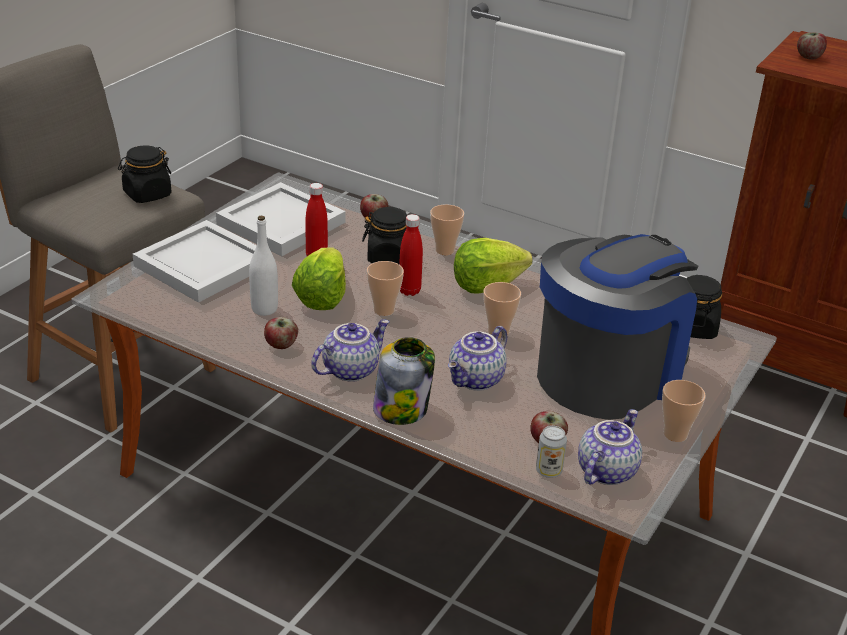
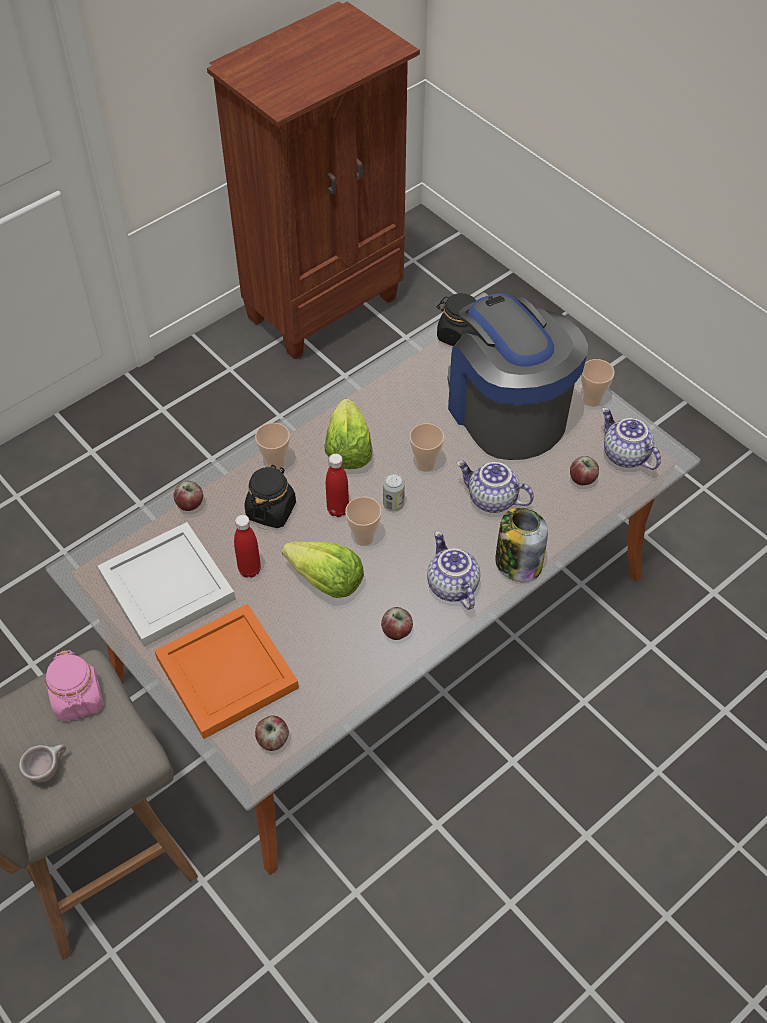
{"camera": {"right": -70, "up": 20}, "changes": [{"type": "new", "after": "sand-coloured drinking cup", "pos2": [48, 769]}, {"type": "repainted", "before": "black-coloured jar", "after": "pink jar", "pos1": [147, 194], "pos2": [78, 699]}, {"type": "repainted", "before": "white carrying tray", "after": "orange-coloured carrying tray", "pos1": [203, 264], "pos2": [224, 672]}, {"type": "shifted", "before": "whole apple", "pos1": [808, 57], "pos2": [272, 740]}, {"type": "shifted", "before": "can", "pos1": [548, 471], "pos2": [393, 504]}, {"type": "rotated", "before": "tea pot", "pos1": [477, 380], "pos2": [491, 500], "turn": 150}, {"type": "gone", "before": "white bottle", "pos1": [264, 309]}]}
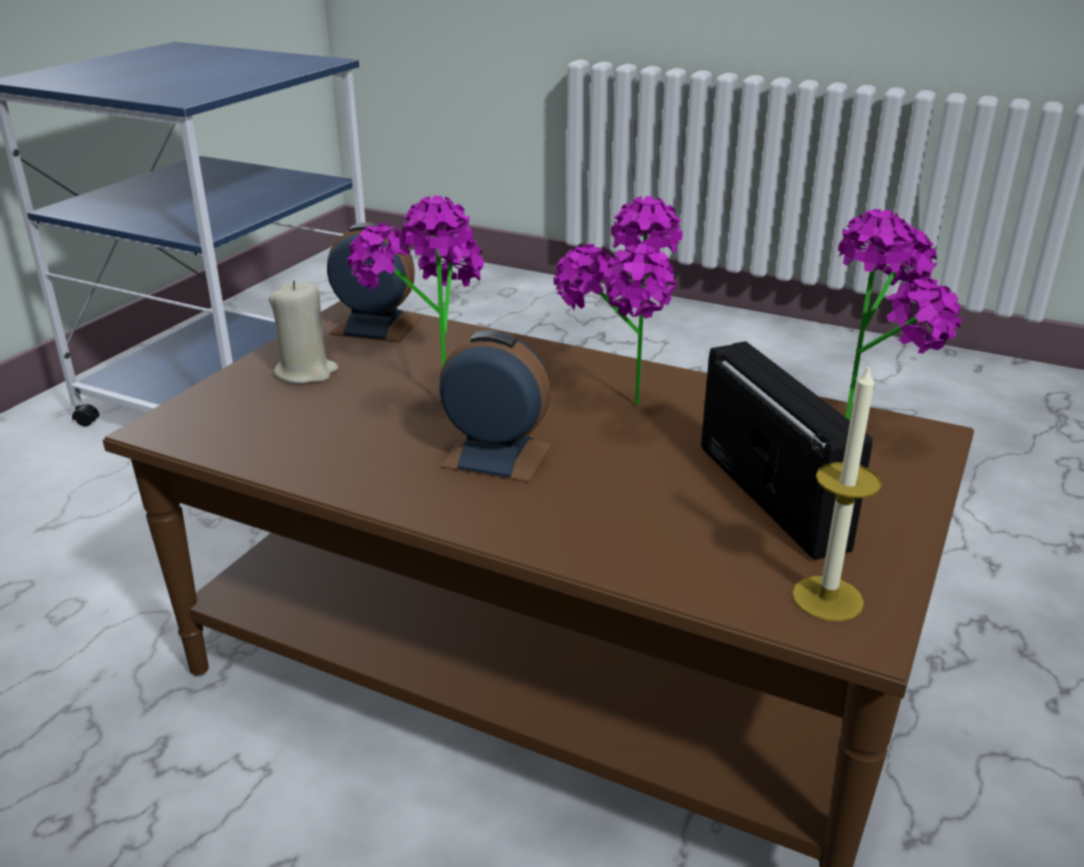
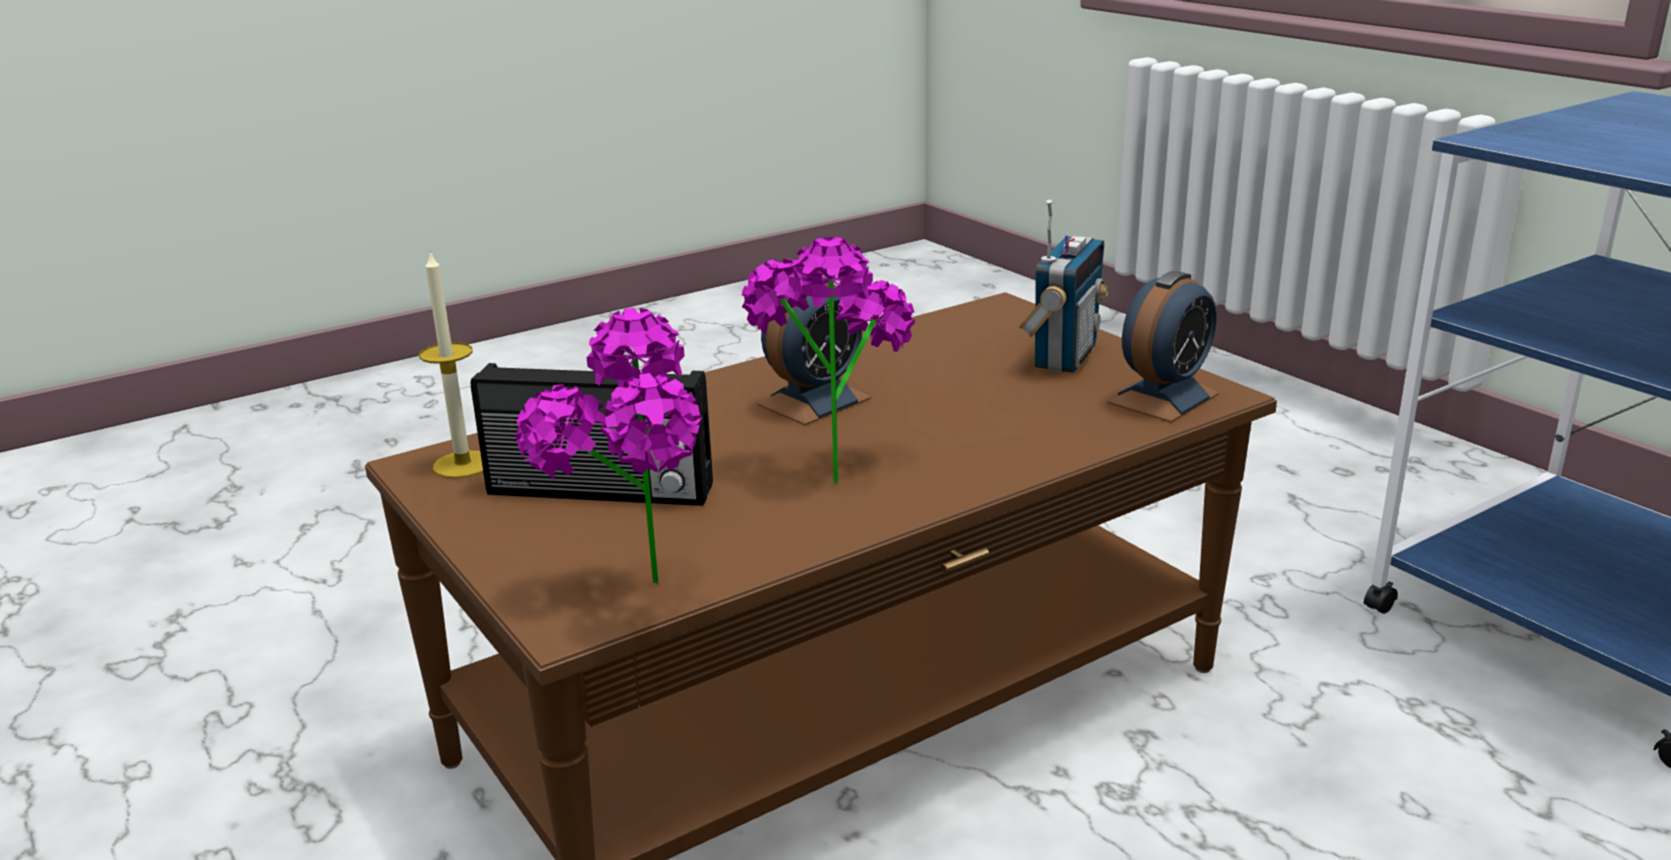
{"camera": {"right": 120, "up": -5}, "changes": [{"type": "swapped", "before": "sand-coloured wax light", "after": "radio set", "pos1": [306, 372], "pos2": [1063, 357]}, {"type": "gone", "before": "potted plant", "pos1": [428, 394]}]}
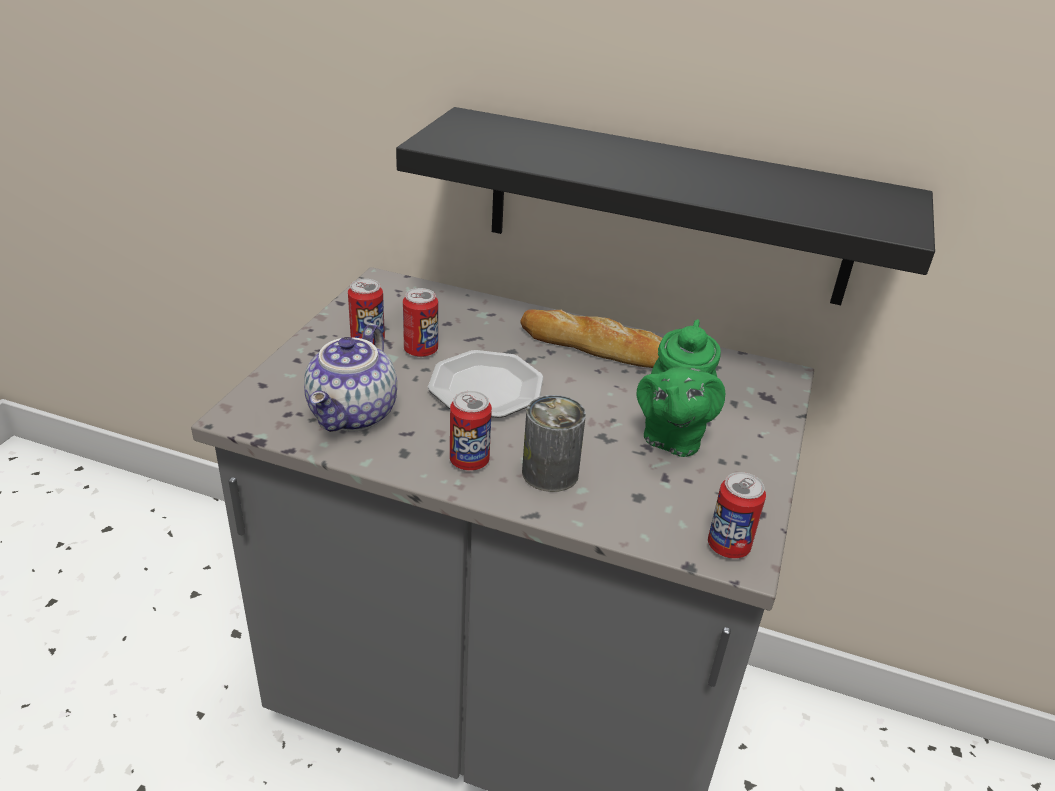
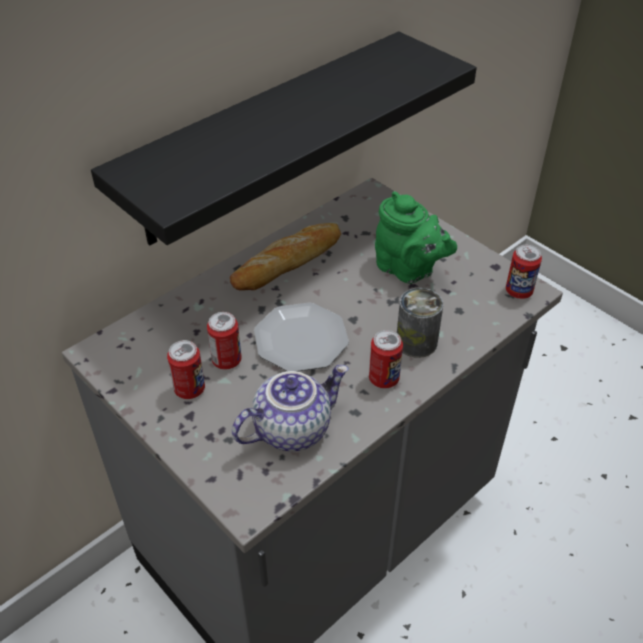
{"camera": {"right": -60, "up": 10}, "changes": [{"type": "rotated", "before": "tea pot", "pos1": [354, 415], "pos2": [292, 428], "turn": -75}]}
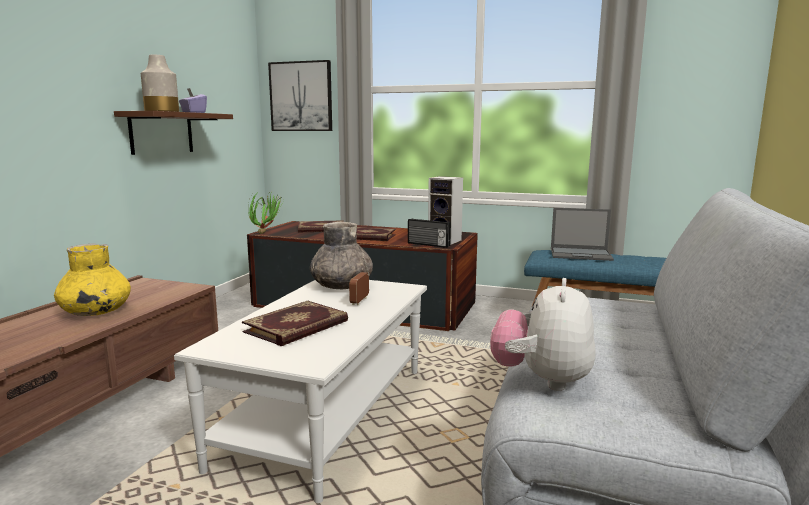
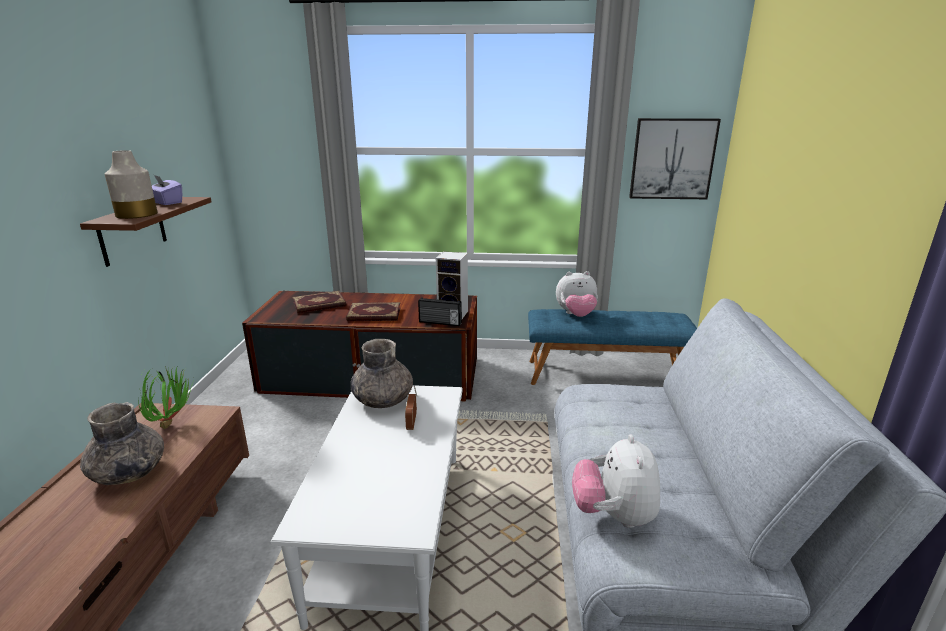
{"camera": {"right": -15, "up": 10}, "changes": [{"type": "repainted", "before": "yellow-coloured flower vase", "after": "greyish flower vase", "pos1": [95, 312], "pos2": [128, 472]}, {"type": "shifted", "before": "potted plant", "pos1": [266, 233], "pos2": [173, 423]}, {"type": "swapped", "before": "portable computer", "after": "plush toy", "pos1": [581, 254], "pos2": [576, 315]}, {"type": "shifted", "before": "wall art", "pos1": [301, 96], "pos2": [672, 159]}, {"type": "gone", "before": "volume", "pos1": [297, 327]}]}
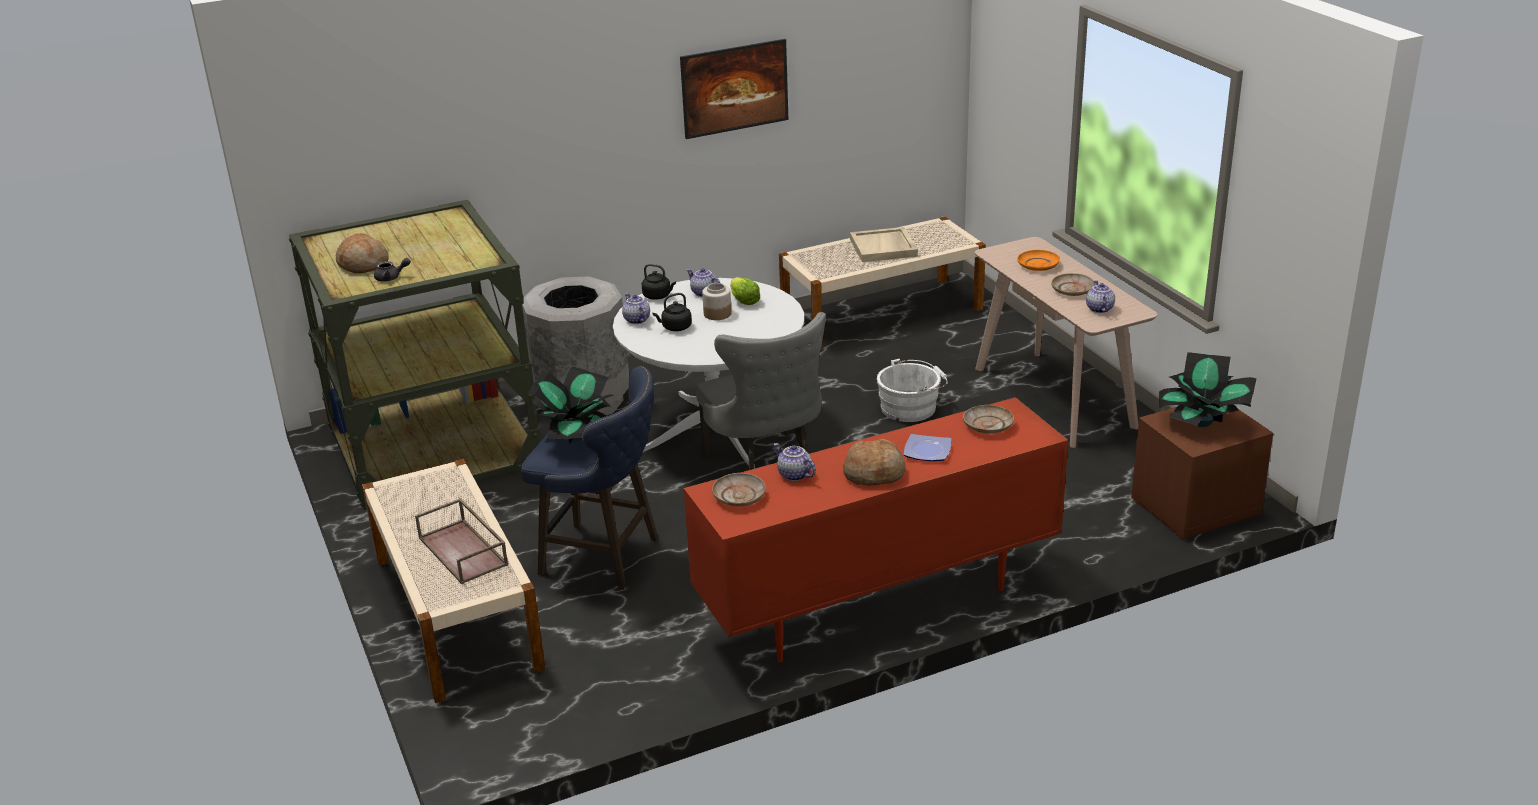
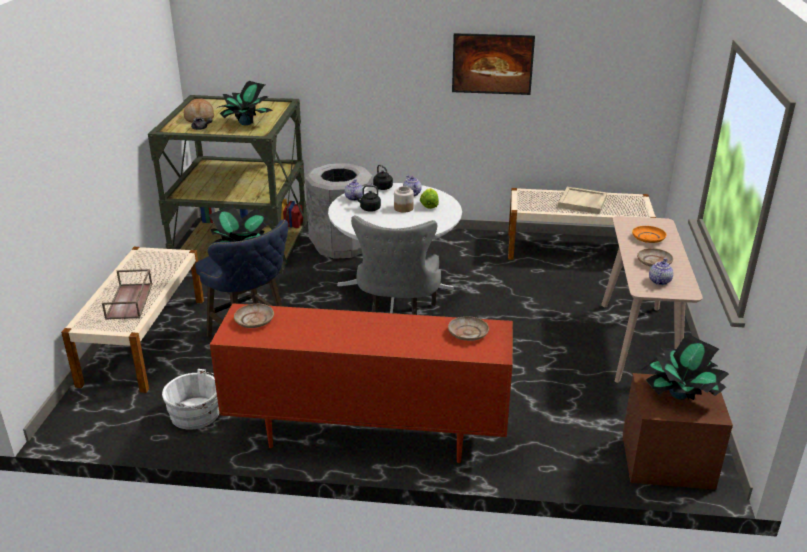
{"camera": {"right": 30, "up": 0}, "changes": [{"type": "shifted", "before": "white bucket", "pos1": [911, 407], "pos2": [198, 414]}, {"type": "new", "after": "potted plant", "pos2": [246, 123]}, {"type": "gone", "before": "tea pot", "pos1": [793, 475]}, {"type": "gone", "before": "baked bread", "pos1": [874, 473]}, {"type": "gone", "before": "dinner plate", "pos1": [928, 451]}]}
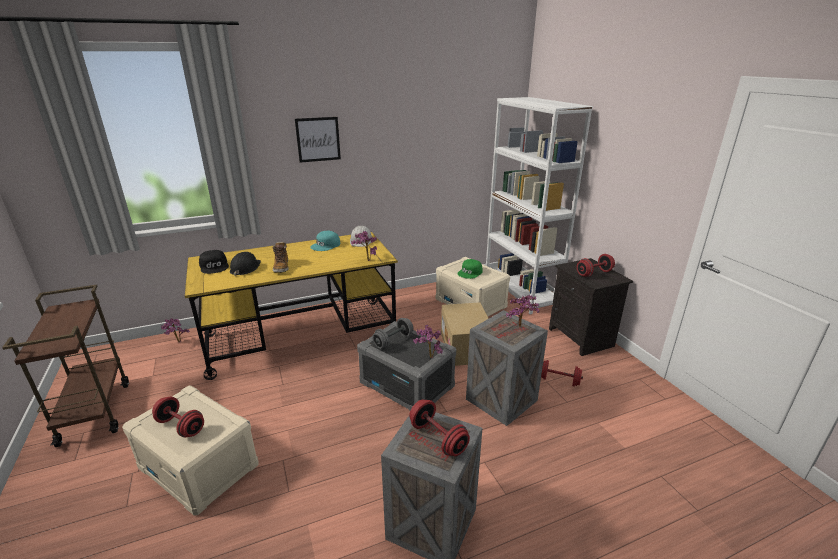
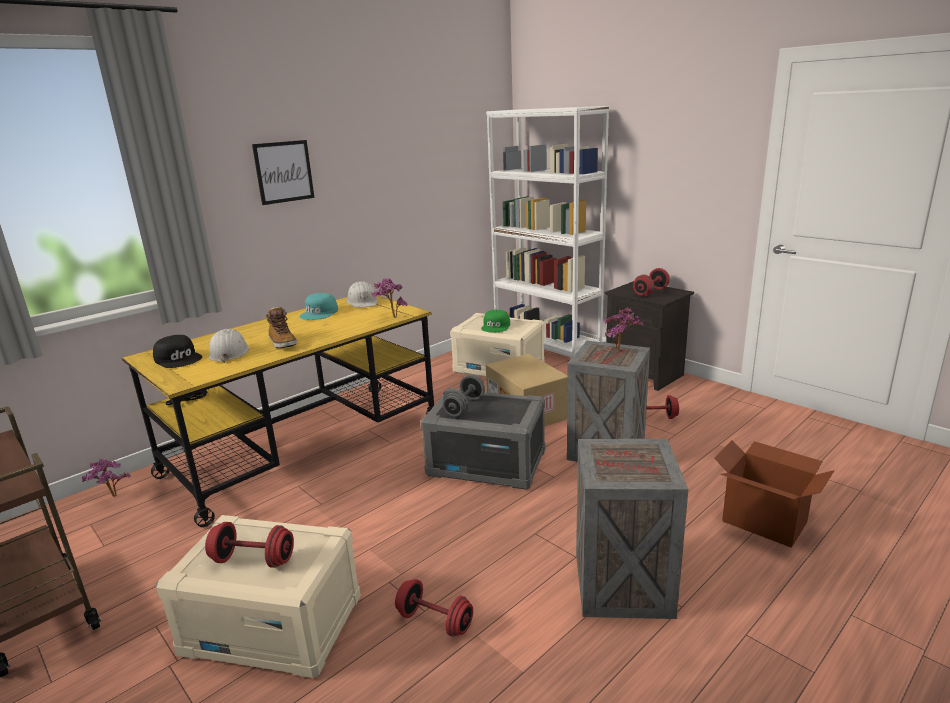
{"camera": {"right": -20, "up": -5}, "changes": [{"type": "repainted", "before": "black-coloured hard hat", "after": "white hard hat", "pos1": [245, 268], "pos2": [229, 352]}, {"type": "shifted", "before": "red dumbbell", "pos1": [438, 438], "pos2": [435, 621]}, {"type": "new", "after": "packing box", "pos2": [764, 521]}, {"type": "gone", "before": "potted plant", "pos1": [428, 357]}]}
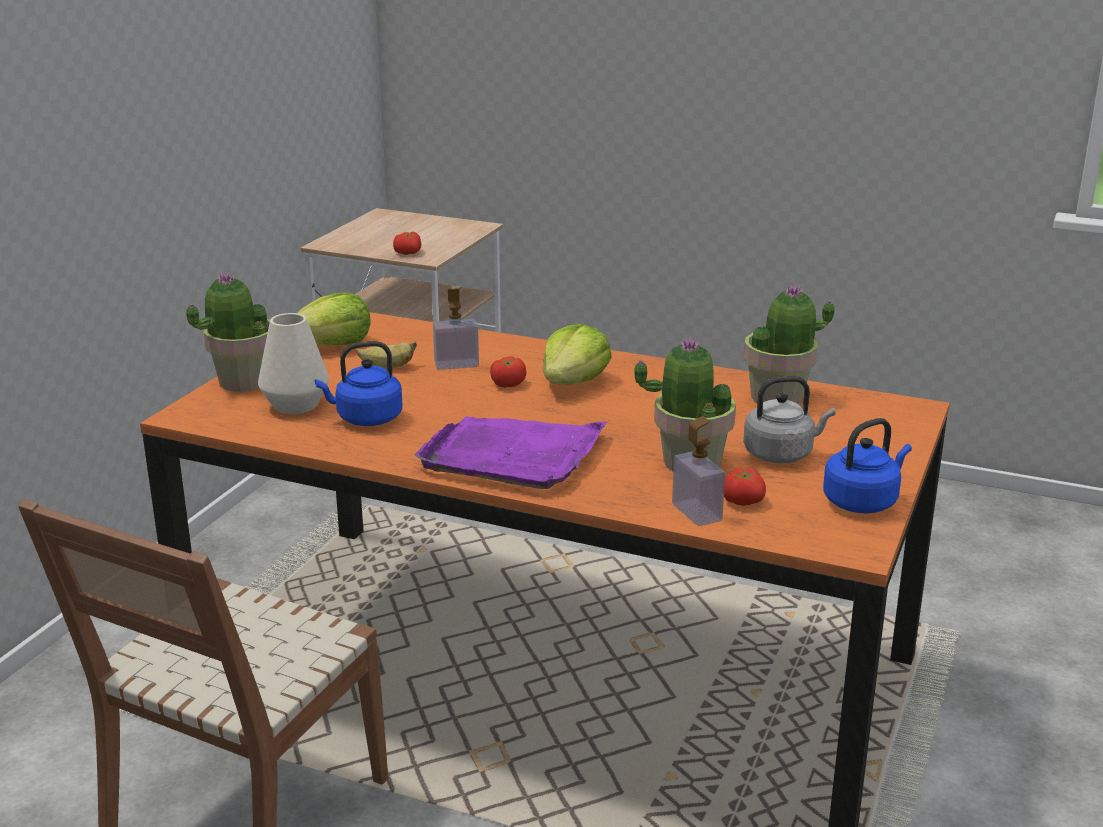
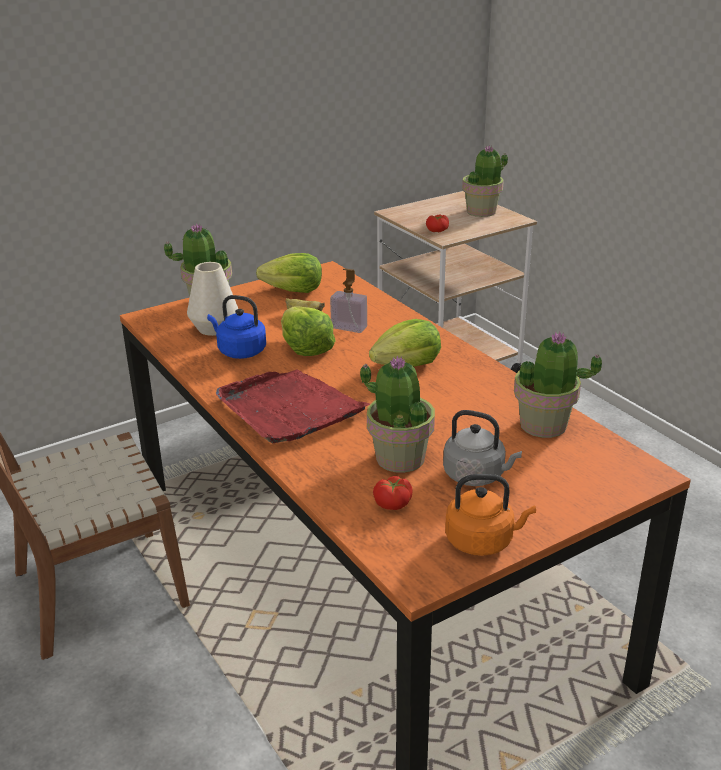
{"camera": {"right": 35, "up": 5}, "changes": [{"type": "repainted", "before": "purplish carrying tray", "after": "red carrying tray", "pos1": [513, 455], "pos2": [289, 409]}, {"type": "new", "after": "head of lettuce", "pos2": [305, 348]}, {"type": "repainted", "before": "blue water kettle", "after": "orange-coloured water kettle", "pos1": [863, 501], "pos2": [483, 541]}, {"type": "new", "after": "potted plant", "pos2": [482, 211]}, {"type": "gone", "before": "fresh tomato", "pos1": [507, 384]}, {"type": "gone", "before": "soap bottle", "pos1": [696, 512]}]}
